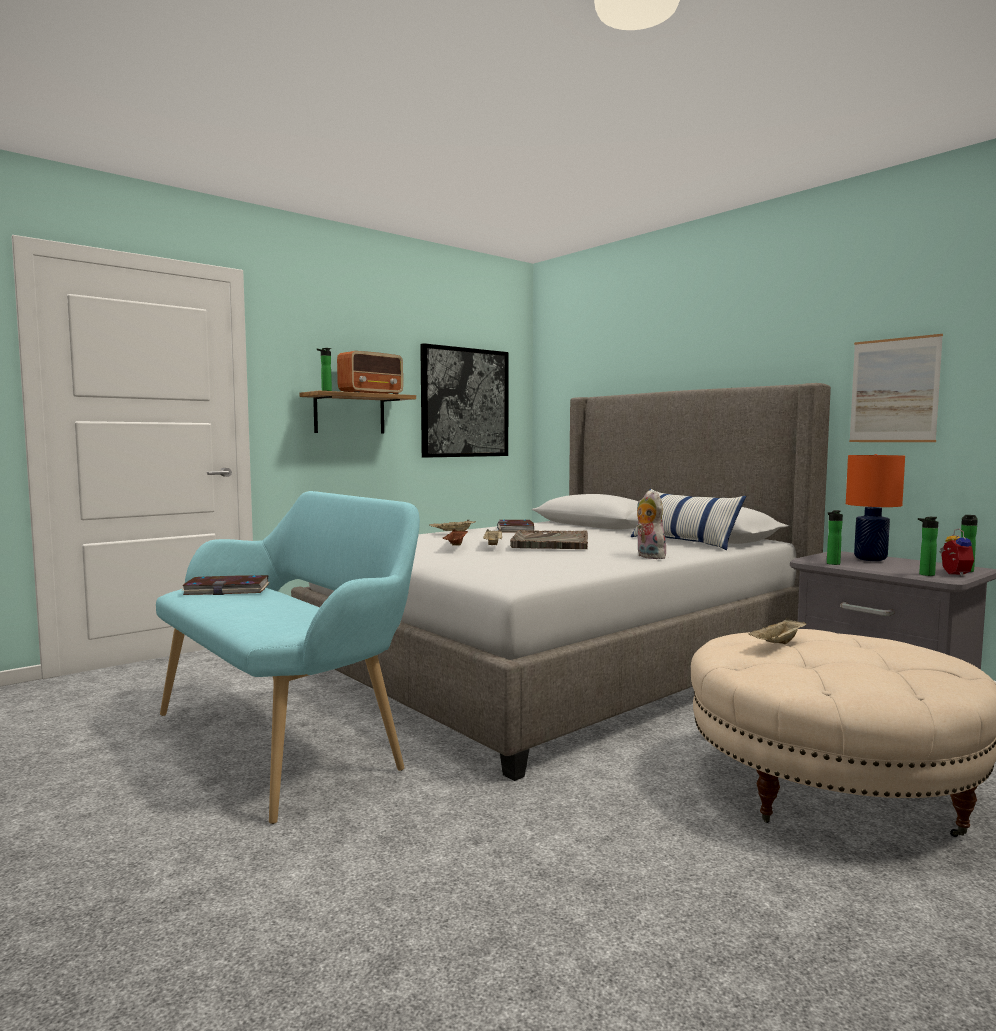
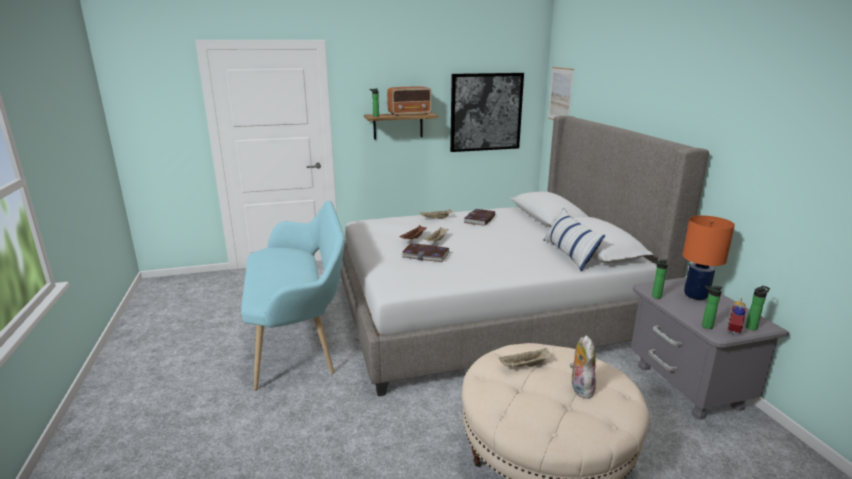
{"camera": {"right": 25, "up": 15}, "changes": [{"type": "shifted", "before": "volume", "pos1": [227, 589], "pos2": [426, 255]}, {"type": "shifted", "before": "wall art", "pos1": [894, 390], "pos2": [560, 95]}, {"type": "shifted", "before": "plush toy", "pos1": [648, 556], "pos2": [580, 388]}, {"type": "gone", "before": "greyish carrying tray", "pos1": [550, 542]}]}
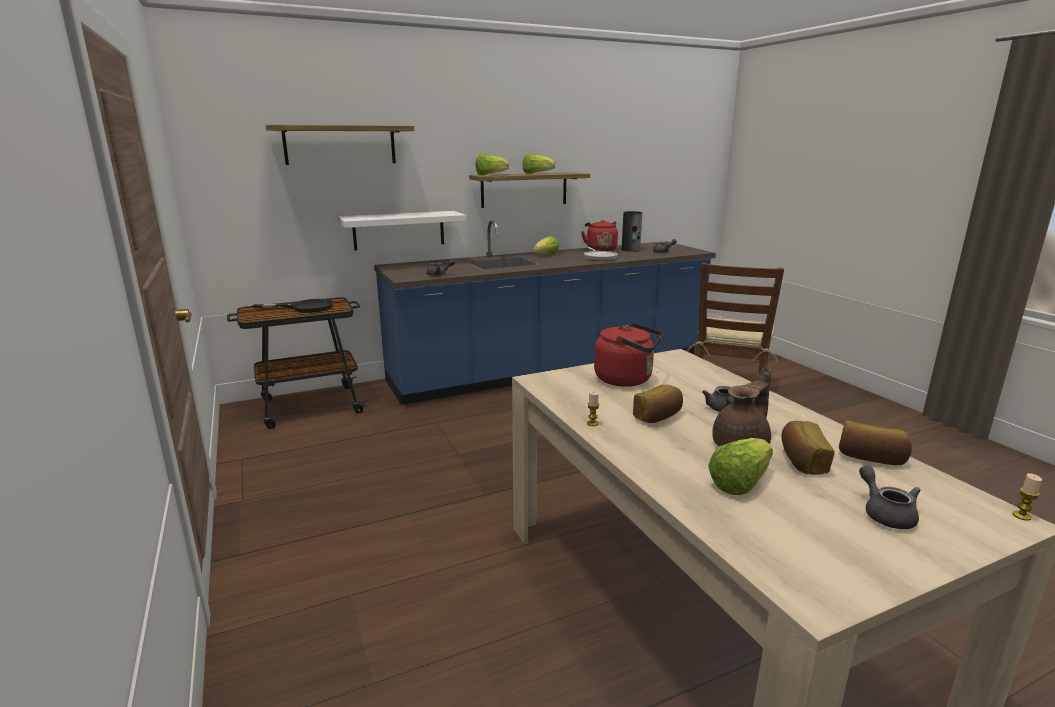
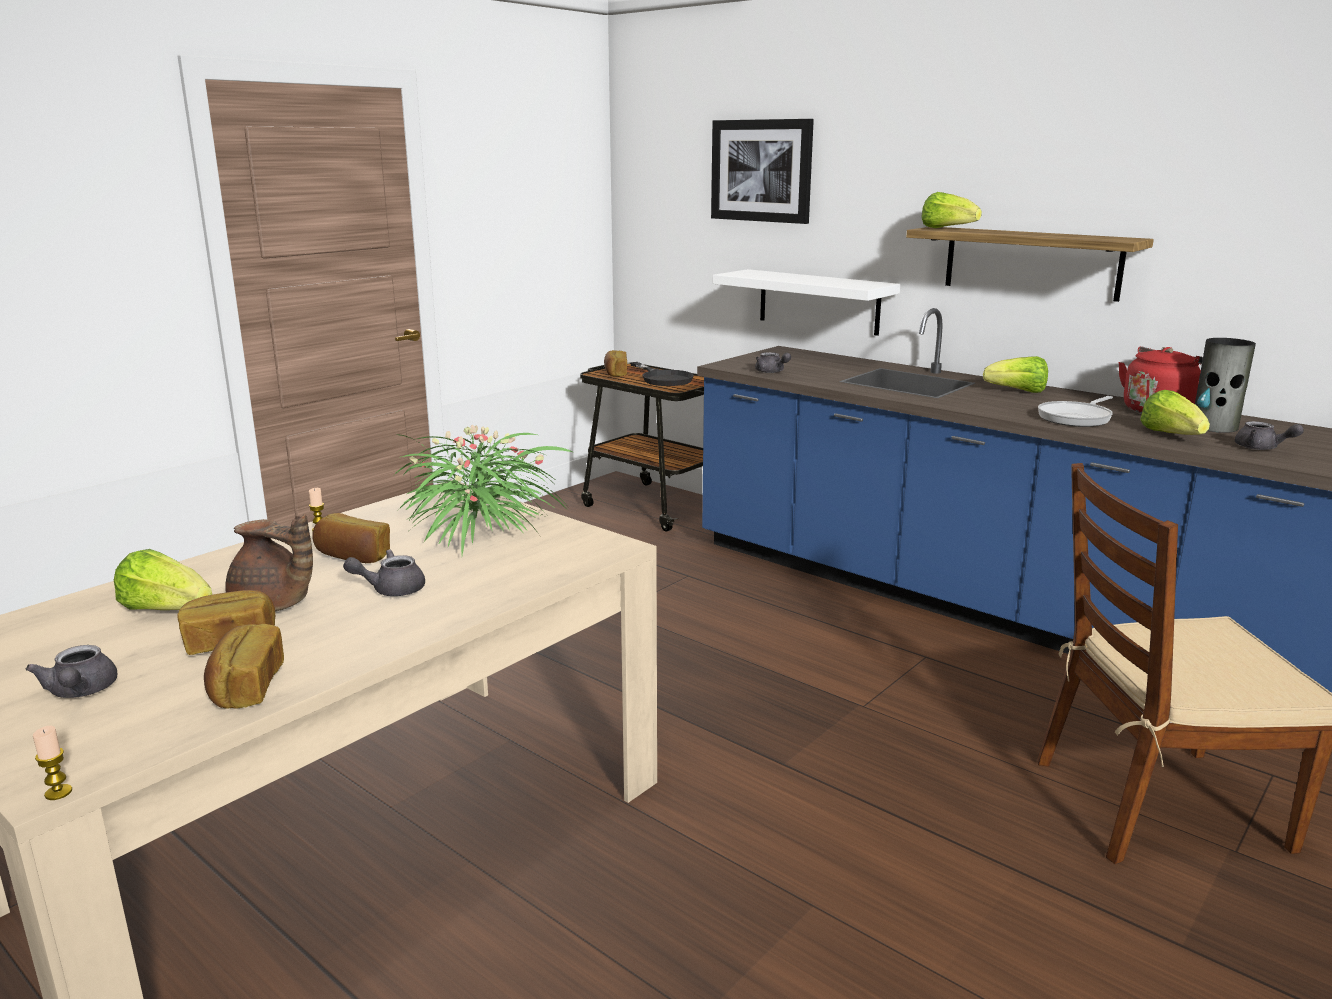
{"camera": {"right": 65, "up": 0}, "changes": [{"type": "rotated", "before": "greyish tea pot", "pos1": [885, 514], "pos2": [80, 692], "turn": 105}, {"type": "swapped", "before": "red water kettle", "after": "potted plant", "pos1": [627, 379], "pos2": [479, 529]}, {"type": "new", "after": "baked bread", "pos2": [615, 373]}, {"type": "swapped", "before": "bracket shelf", "after": "wall art", "pos1": [340, 145], "pos2": [761, 171]}, {"type": "shifted", "before": "head of lettuce", "pos1": [536, 173], "pos2": [1171, 435]}]}
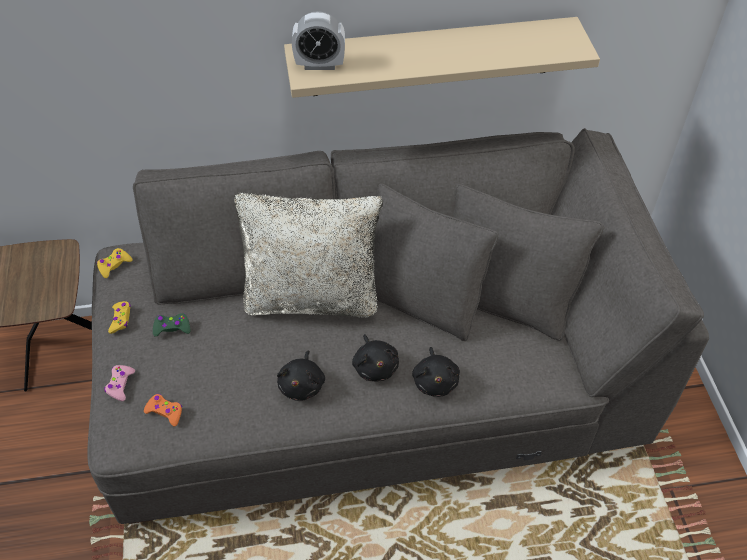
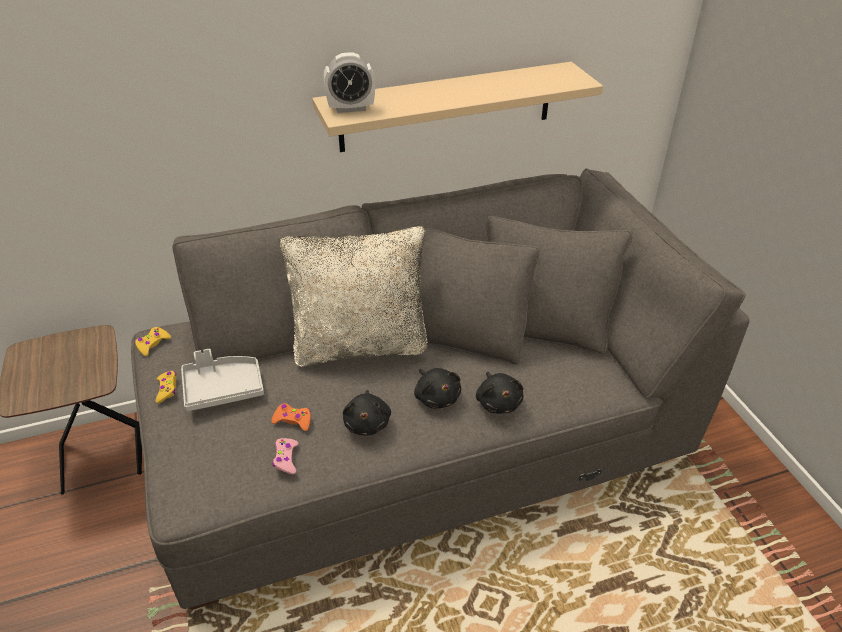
{"camera": {"right": -10, "up": -10}, "changes": [{"type": "swapped", "before": "greenish game controller", "after": "greyish carrying tray", "pos1": [172, 328], "pos2": [223, 388]}, {"type": "shifted", "before": "orange-coloured game controller", "pos1": [165, 412], "pos2": [293, 420]}, {"type": "shifted", "before": "pink game controller", "pos1": [120, 385], "pos2": [286, 459]}]}
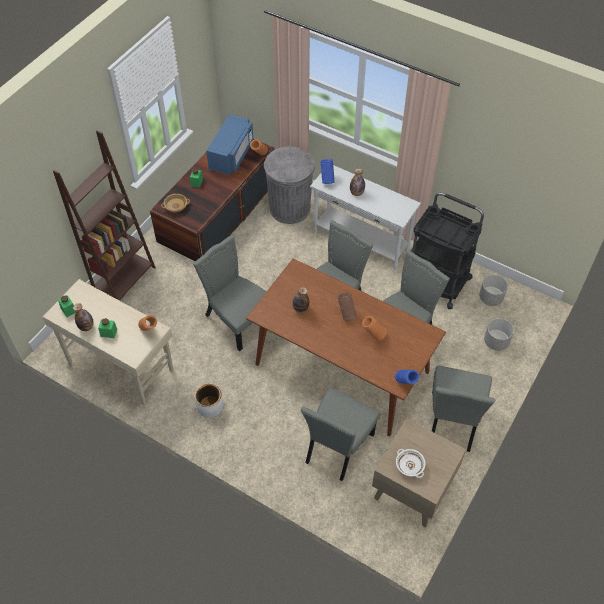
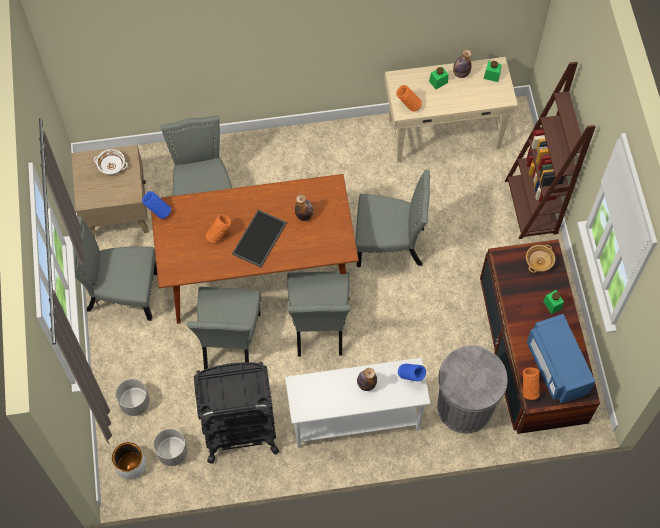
{"camera": {"right": 140, "up": 10}, "changes": [{"type": "rotated", "before": "greyish upright chair", "pos1": [453, 419], "pos2": [124, 293], "turn": -60}, {"type": "shifted", "before": "white planter", "pos1": [210, 407], "pos2": [130, 464]}, {"type": "swapped", "before": "brown-coloured flower vase", "after": "carrying tray", "pos1": [346, 314], "pos2": [260, 239]}]}
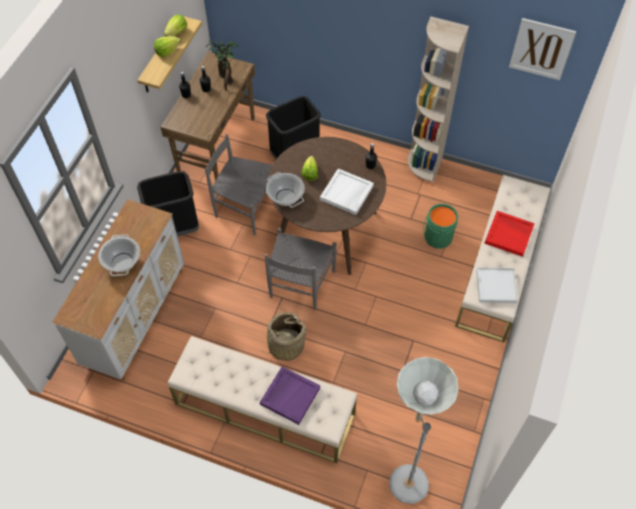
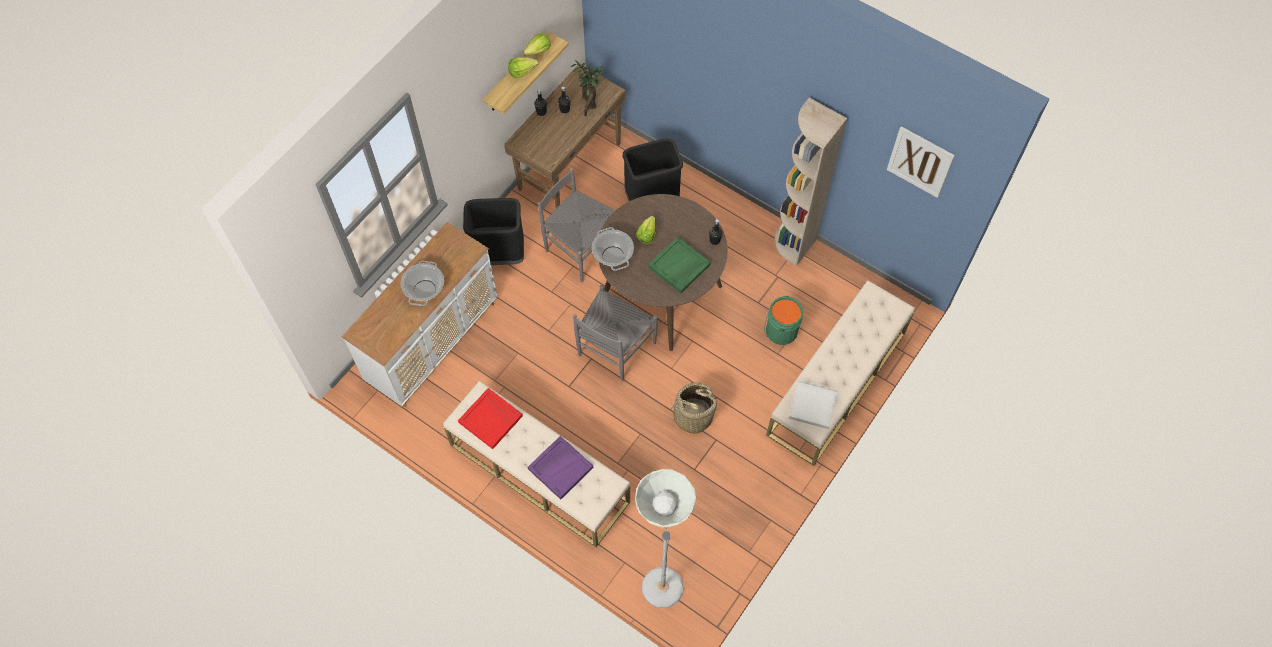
{"camera": {"right": 15, "up": 5}, "changes": [{"type": "shifted", "before": "red carrying tray", "pos1": [509, 234], "pos2": [491, 419]}, {"type": "repainted", "before": "white carrying tray", "after": "greenish carrying tray", "pos1": [346, 193], "pos2": [679, 266]}, {"type": "shifted", "before": "basket", "pos1": [286, 345], "pos2": [692, 416]}]}
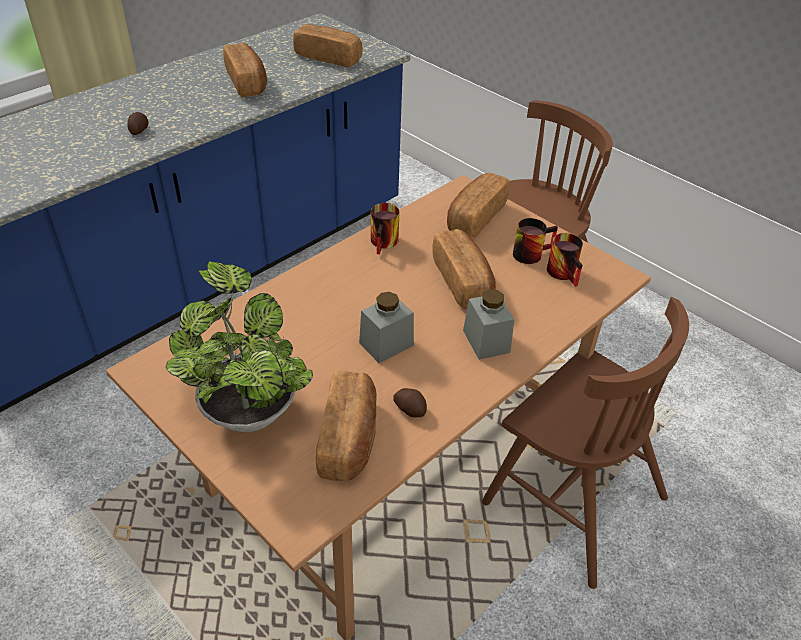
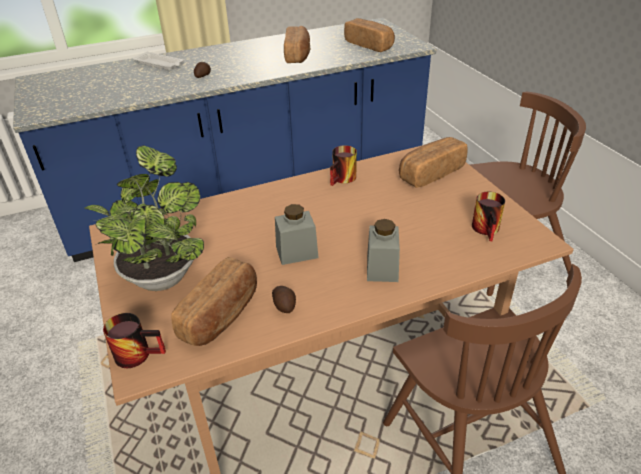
{"camera": {"right": 25, "up": -5}, "changes": [{"type": "shifted", "before": "coffee mug", "pos1": [530, 252], "pos2": [139, 352]}, {"type": "new", "after": "white carrying tray", "pos2": [160, 64]}, {"type": "gone", "before": "baked bread", "pos1": [463, 281]}]}
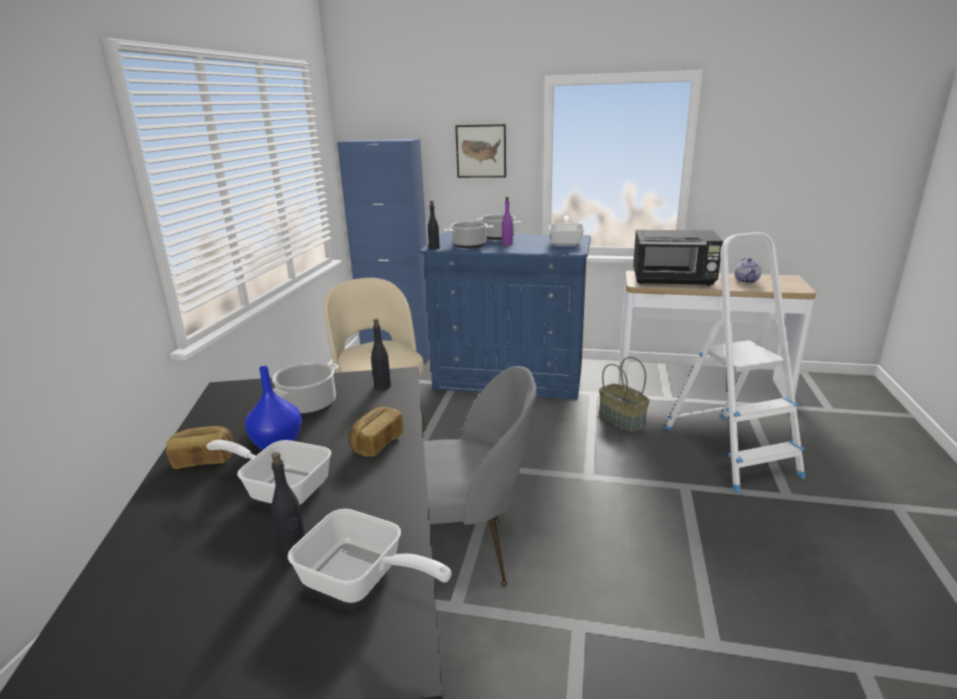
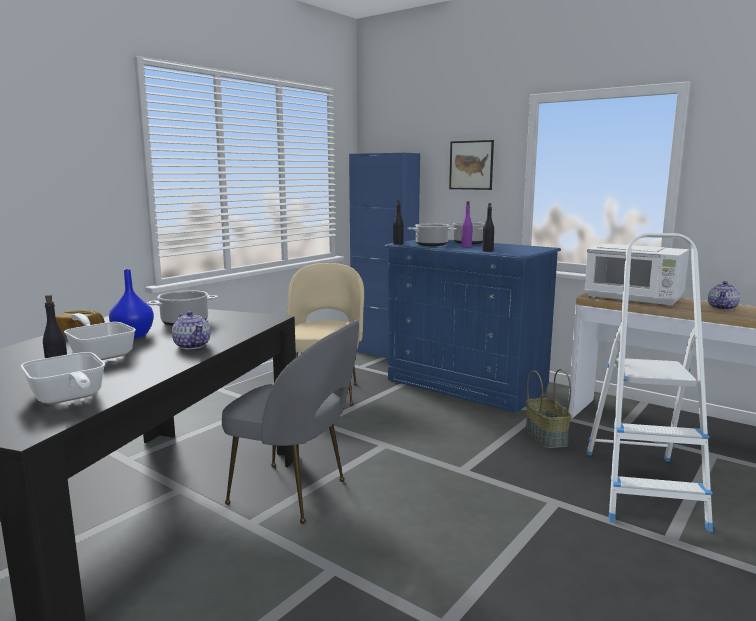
{"camera": {"right": 25, "up": -10}, "changes": [{"type": "swapped", "before": "baked bread", "after": "tea pot", "pos1": [376, 443], "pos2": [192, 345]}, {"type": "shifted", "before": "black-coloured bottle", "pos1": [382, 386], "pos2": [487, 251]}, {"type": "repainted", "before": "black-coloured kitchen microwave", "after": "white kitchen microwave", "pos1": [673, 280], "pos2": [634, 299]}, {"type": "gone", "before": "pan", "pos1": [566, 241]}]}
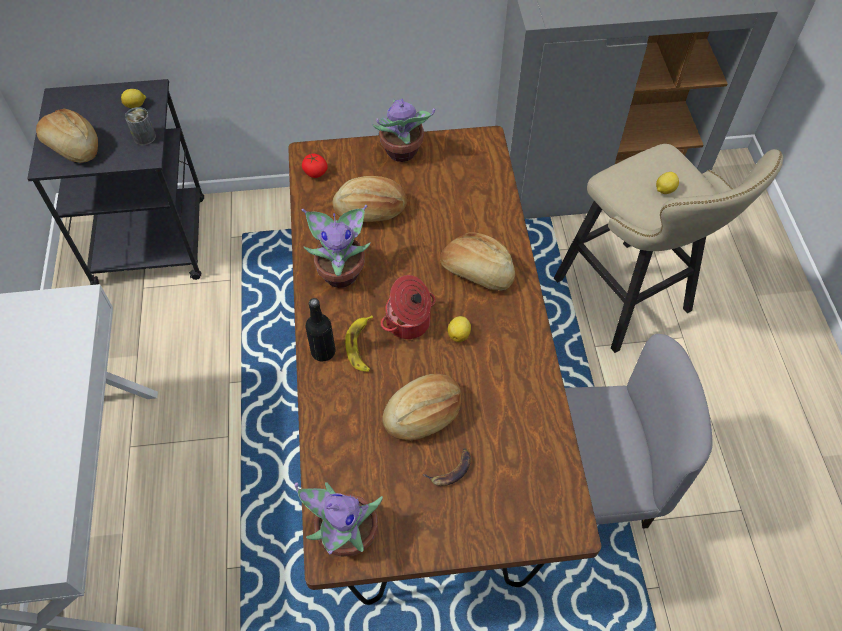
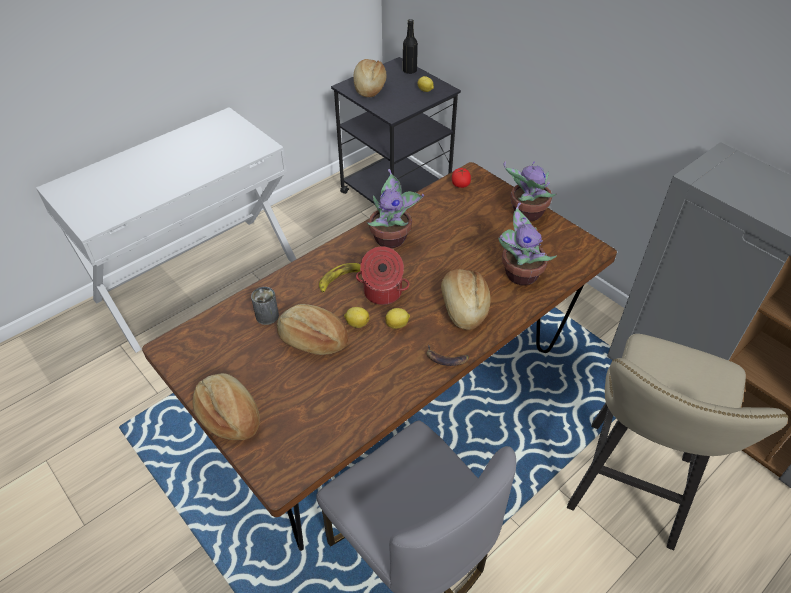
{"camera": {"right": 55, "up": -10}, "changes": [{"type": "shifted", "before": "baked bread", "pos1": [370, 210], "pos2": [228, 415]}, {"type": "shifted", "before": "can", "pos1": [144, 137], "pos2": [267, 316]}, {"type": "shifted", "before": "citrus fruit", "pos1": [664, 190], "pos2": [357, 323]}, {"type": "shifted", "before": "black-coloured bottle", "pos1": [323, 351], "pos2": [409, 71]}, {"type": "shifted", "before": "banana", "pos1": [451, 470], "pos2": [446, 358]}, {"type": "shifted", "before": "potted plant", "pos1": [345, 536], "pos2": [519, 274]}]}
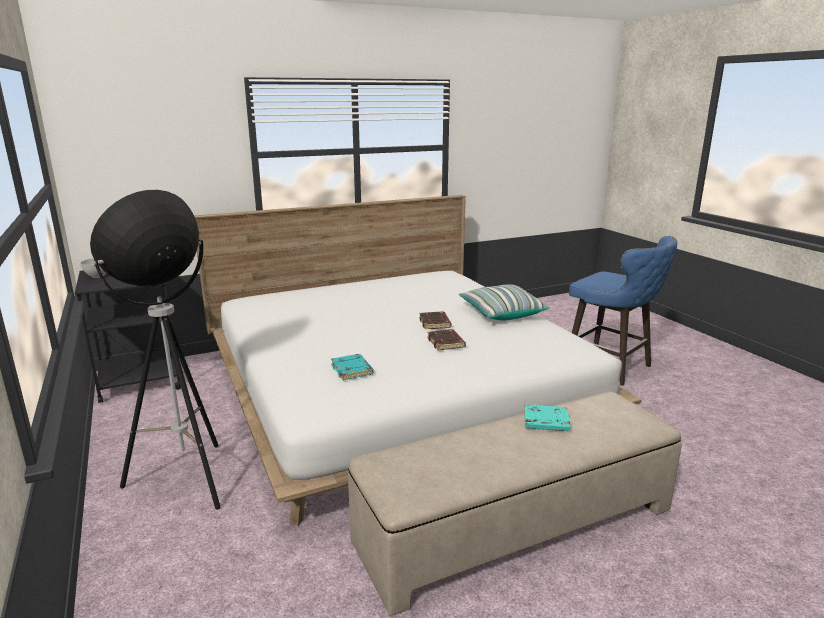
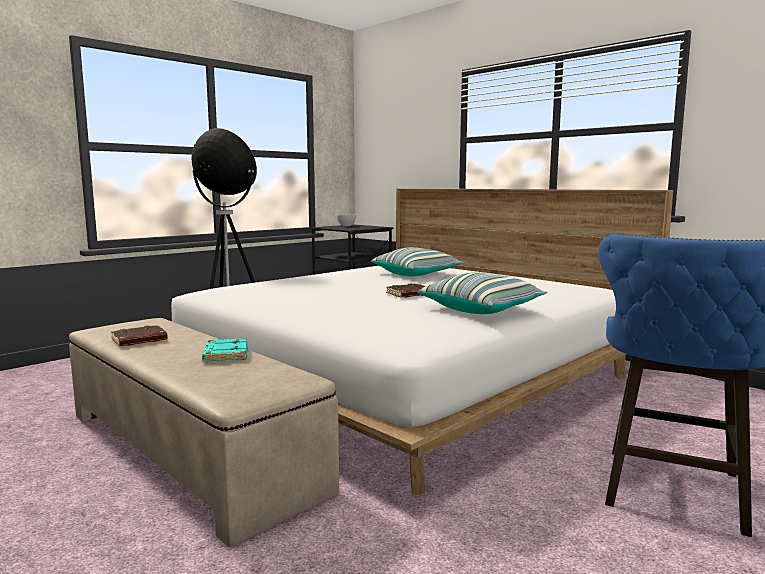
{"camera": {"right": 70, "up": -10}, "changes": [{"type": "shifted", "before": "brown-coloured volume", "pos1": [446, 343], "pos2": [139, 340]}, {"type": "new", "after": "throw pillow", "pos2": [416, 274]}, {"type": "gone", "before": "blue-green volume", "pos1": [352, 370]}]}
